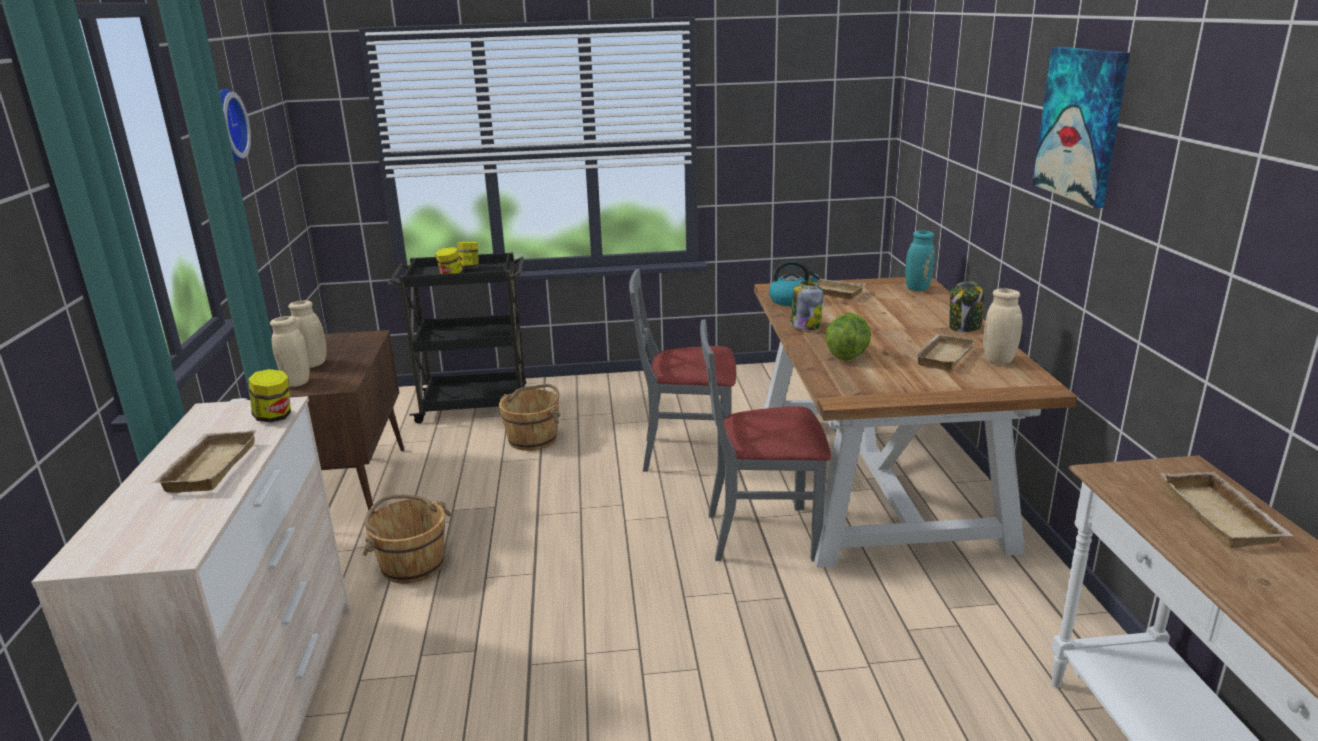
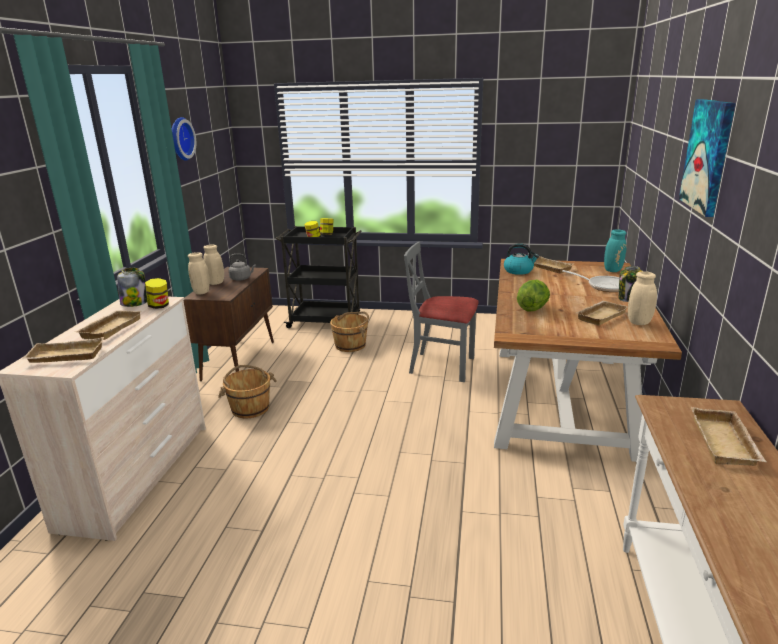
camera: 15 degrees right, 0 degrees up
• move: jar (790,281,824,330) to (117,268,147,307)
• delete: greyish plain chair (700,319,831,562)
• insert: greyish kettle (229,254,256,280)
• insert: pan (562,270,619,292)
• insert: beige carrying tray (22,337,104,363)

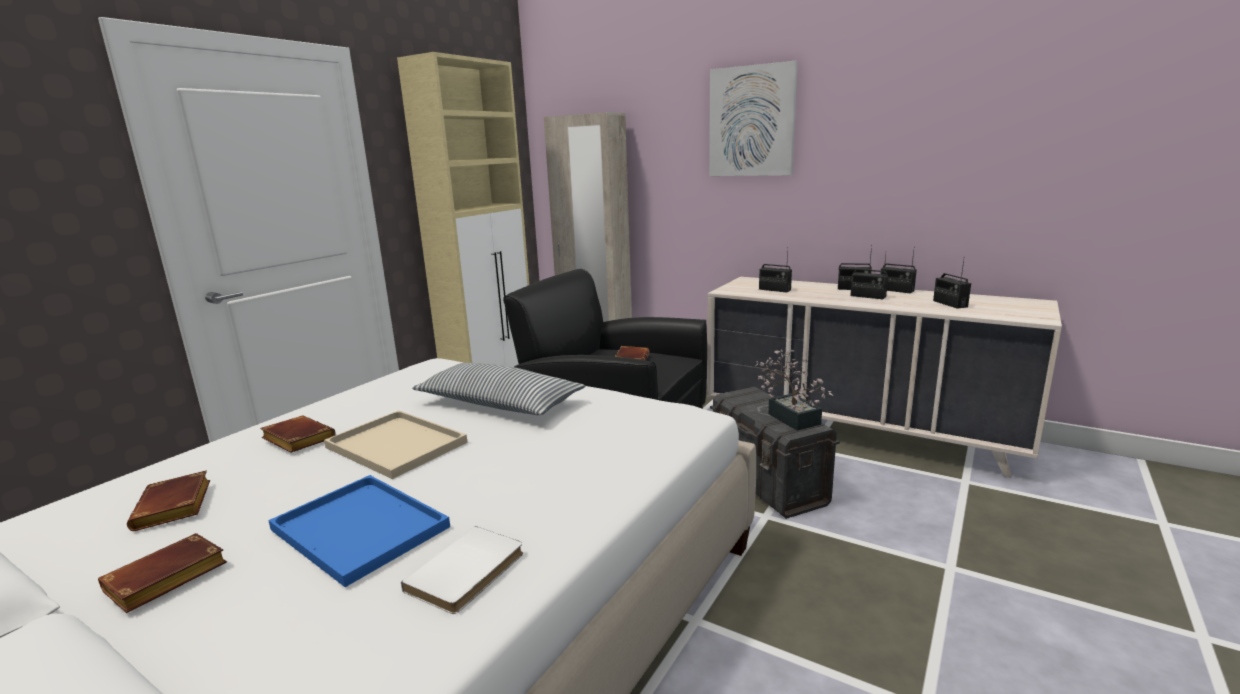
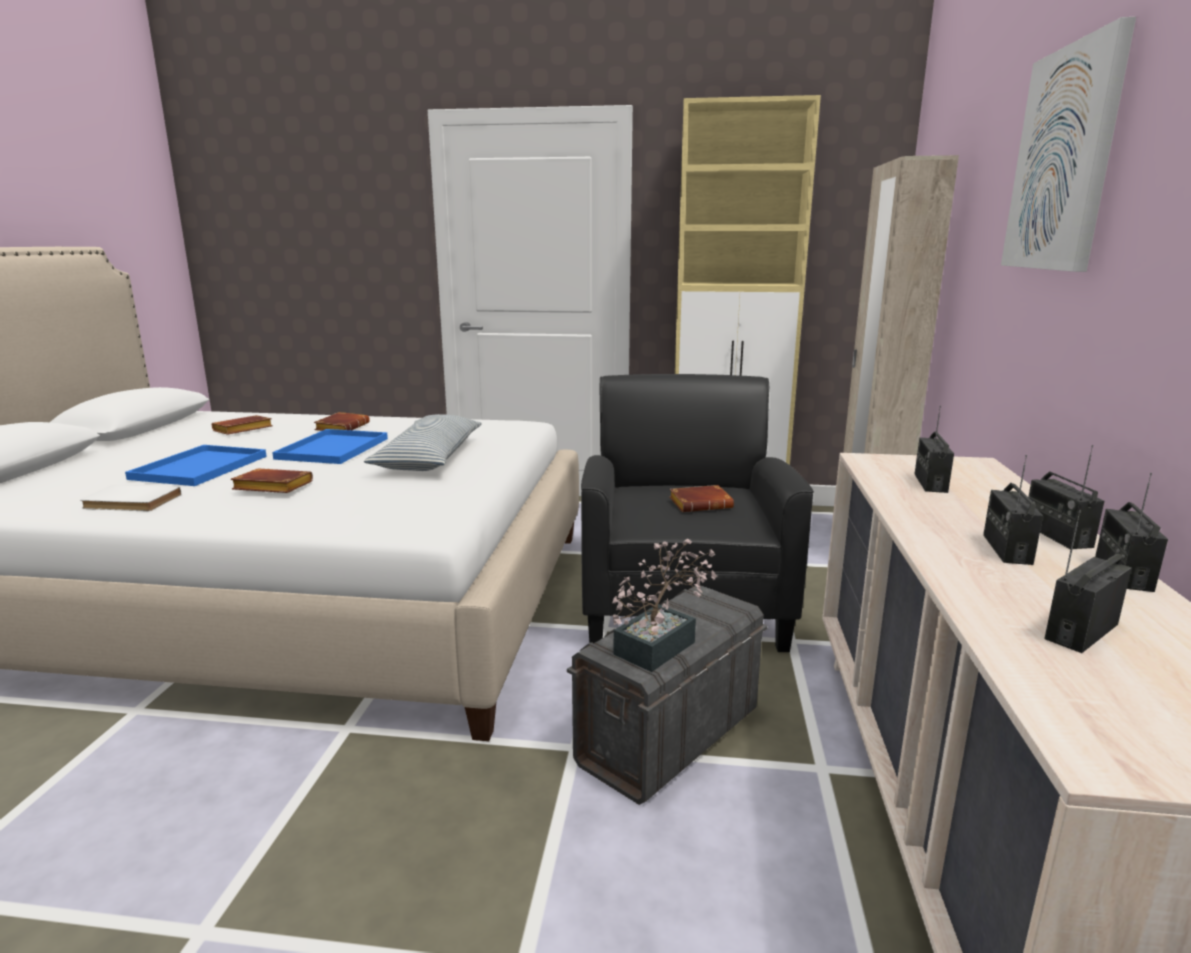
camera: 65 degrees right, 0 degrees up
• recolor: beige carrying tray (324,410,468,479) to blue-coloured carrying tray (272,429,388,464)
• move: brown bound book (98,533,227,613) to (231,468,313,493)

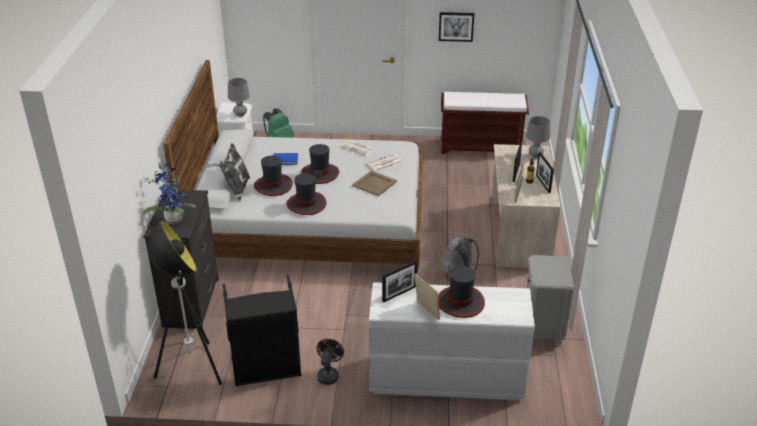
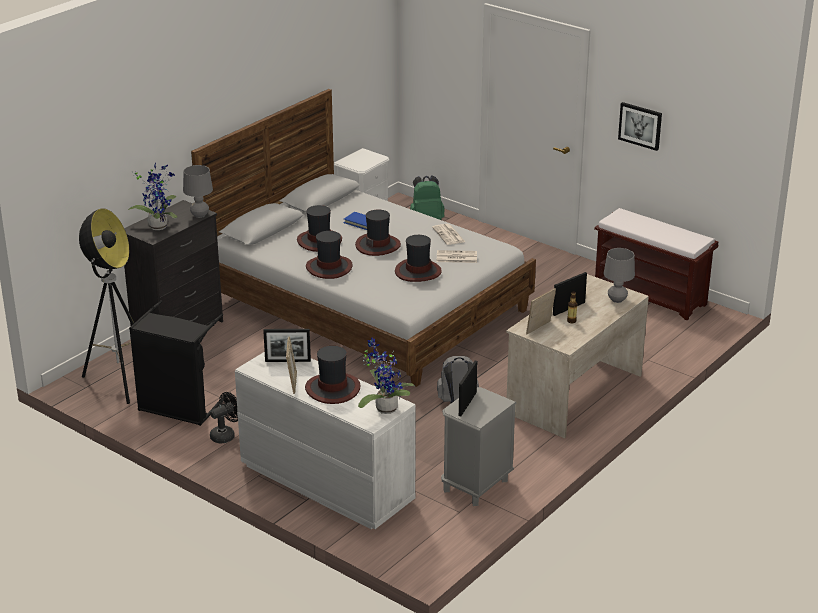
camera: 35 degrees right, 5 degrees down
• move: greyish tabletop lamp (228,78,250,117) to (183,165,213,218)
• delete: throw pillow (219,143,250,202)
• move: picture frame (536,152,554,193) to (459,361,477,416)
• replace: beige carrying tray (352,171,397,196) to wearable hat (395,235,442,282)
• insert: houseplant (358,337,415,414)

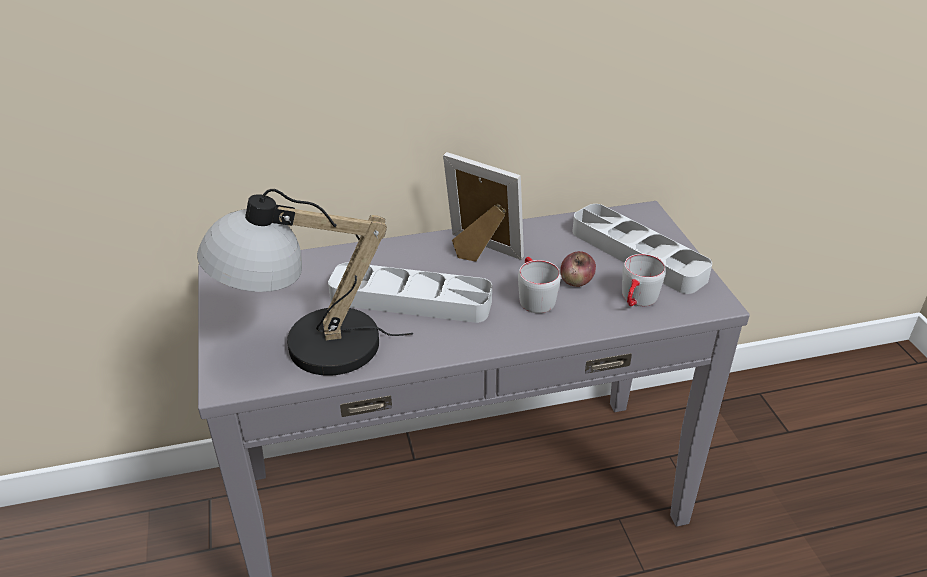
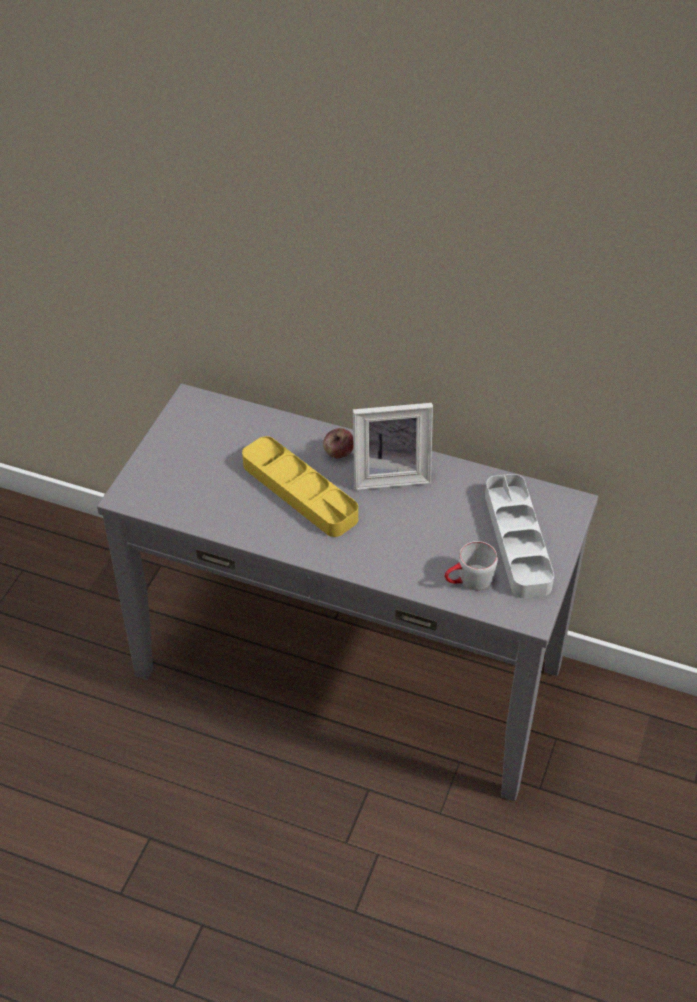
camera: 35 degrees right, 10 degrees up
• rotate: picture frame (443,152,524,262) = (353,403,433,490) 105 degrees clockwise
• delete: tabletop lamp (197,189,413,376)
• move: apple fruit (560,251,596,287) to (323,428,354,458)
• delete: greyish mug (518,257,561,313)
• recolor: greyish carrying tray (328,262,492,323) to yellow-coloured carrying tray (242,436,358,537)

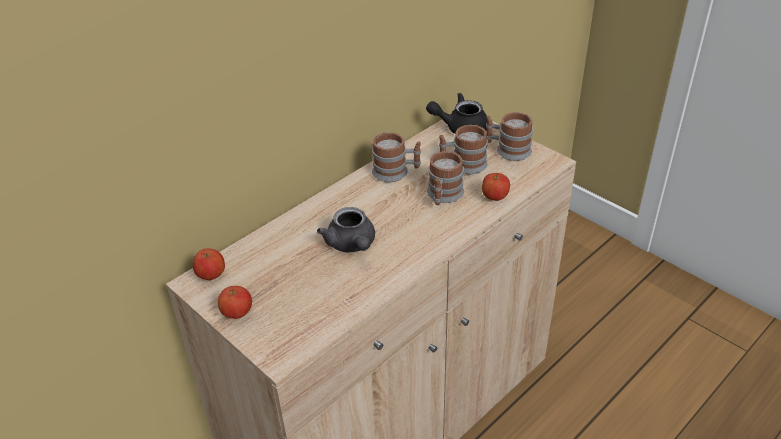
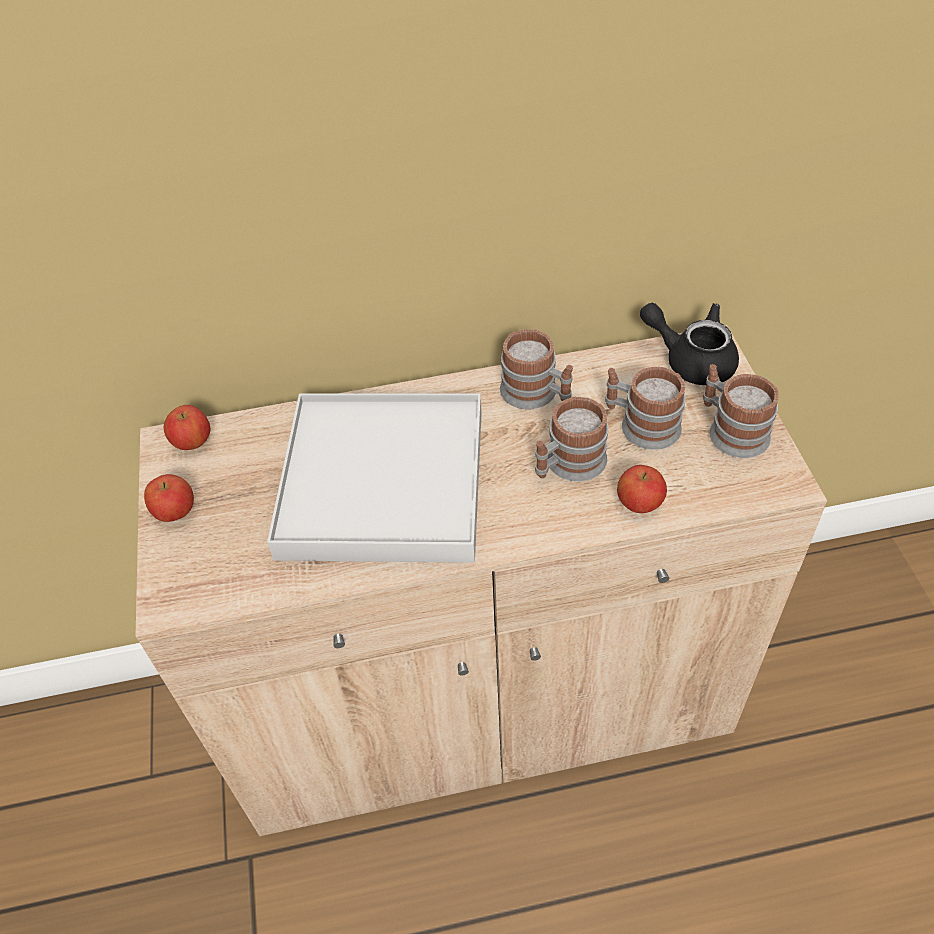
camera: 35 degrees right, 10 degrees up
• replace: greyish tea pot (317,207,375,253) to white-coloured carrying tray (267,393,482,563)

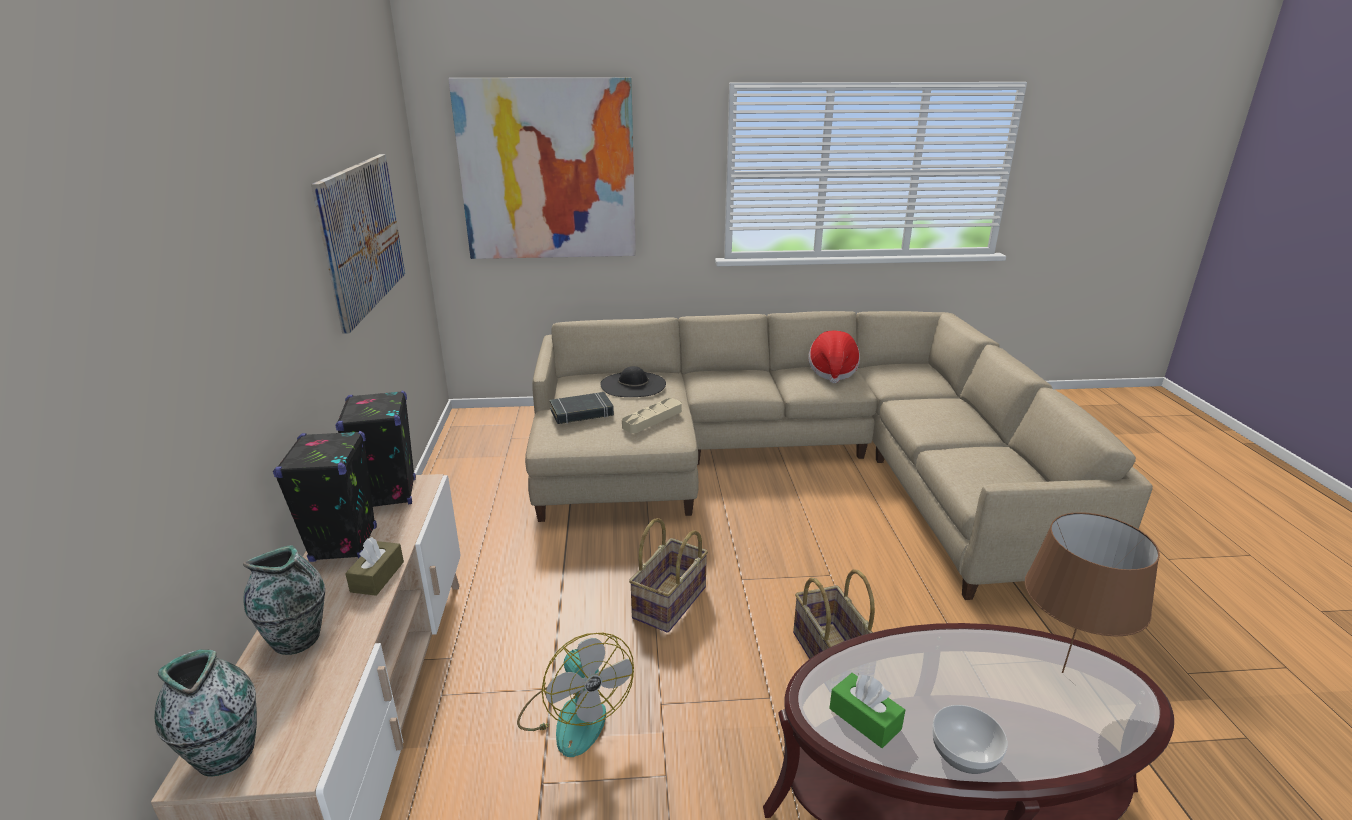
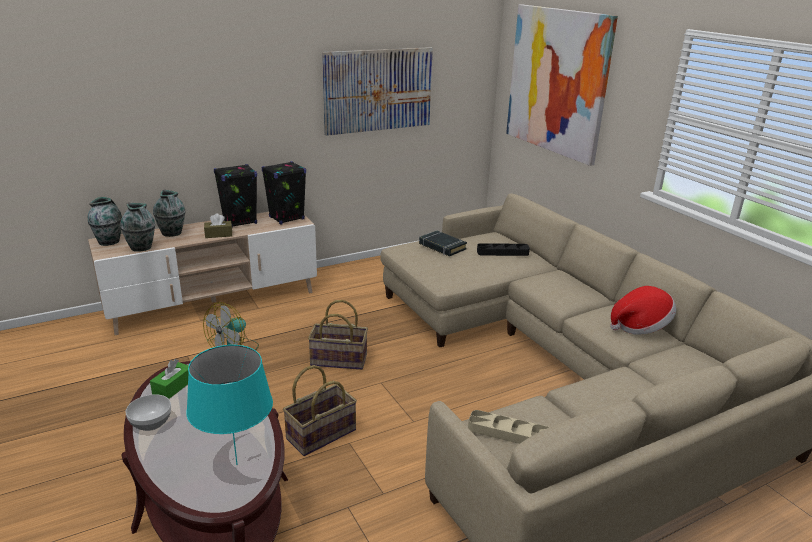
camera: 65 degrees right, 0 degrees up
• replace: blackish wearable hat (600,366,666,397) to blackish carrying tray (477,243,530,256)
• move: beige carrying tray (622,398,682,433) to (468,410,549,444)
• recolor: brown tabletop lamp (1025,512,1160,673) to turquoise tabletop lamp (186,345,273,465)
• insert: decorative vase (120,203,155,252)

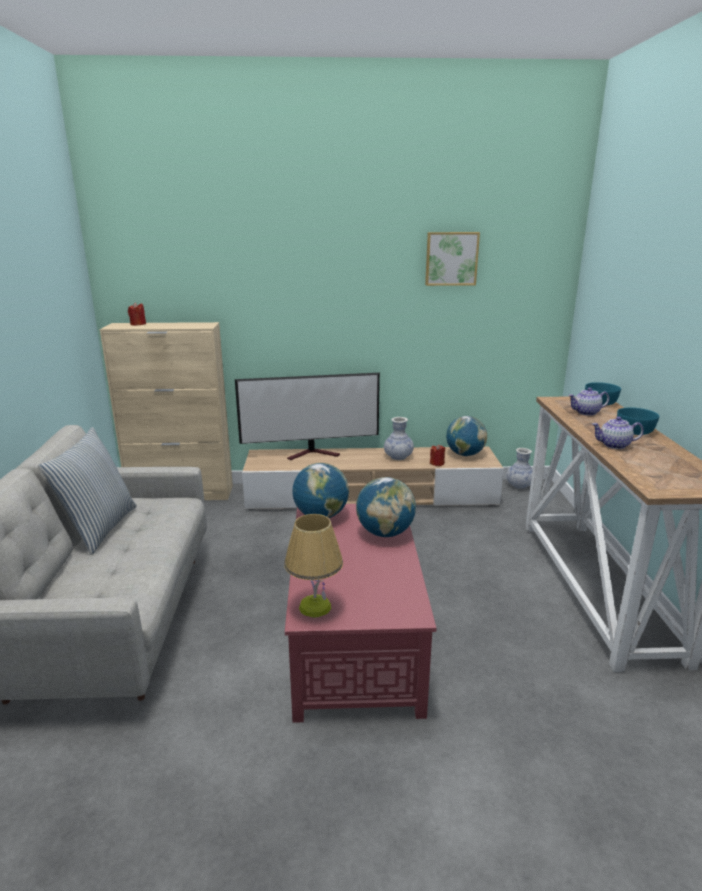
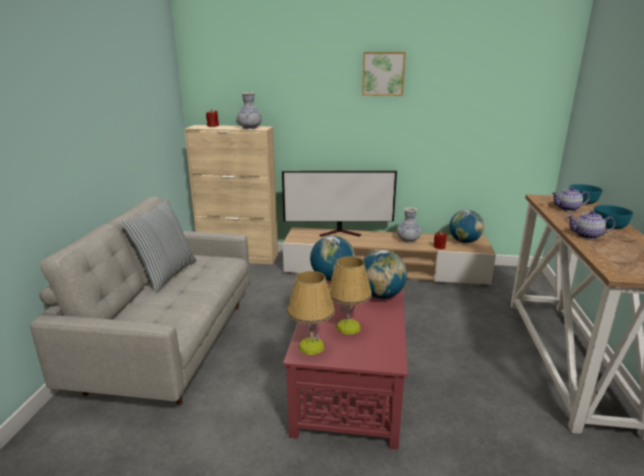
camera: 10 degrees right, 0 degrees up
• move: wall art (425,232,480,286) to (362,52,406,96)
• move: decorative vase (506,448,533,489) to (237,92,262,129)
• insert: tabletop lamp (329,256,372,335)

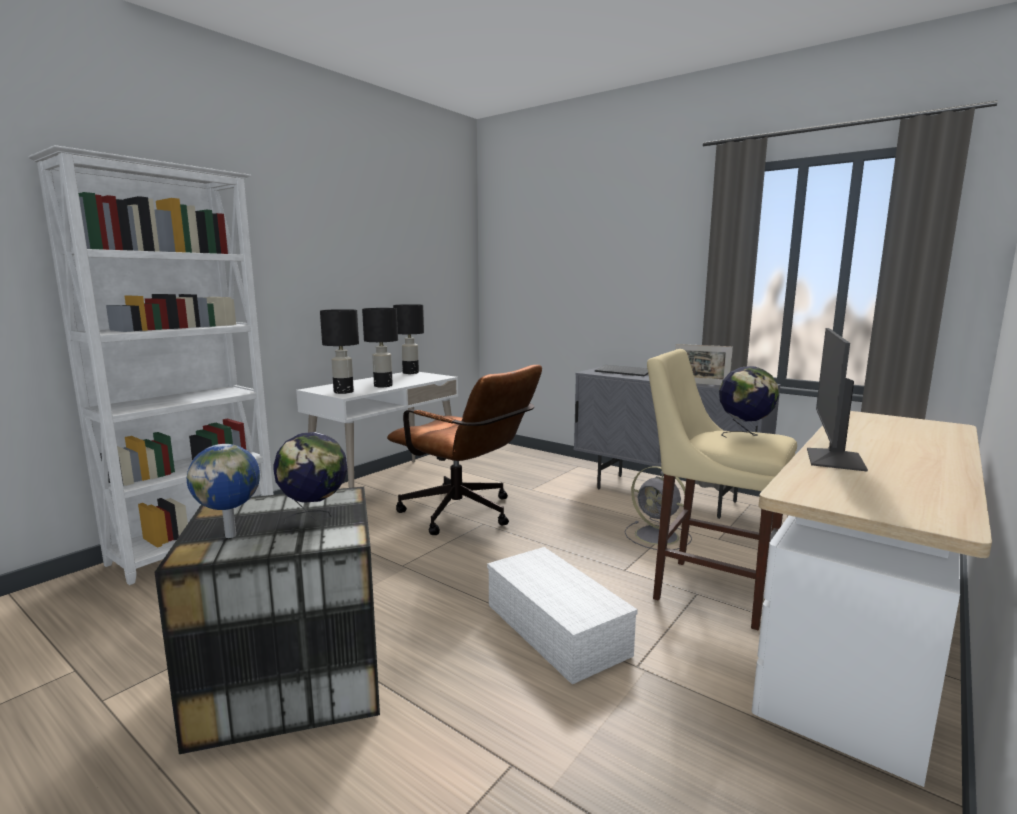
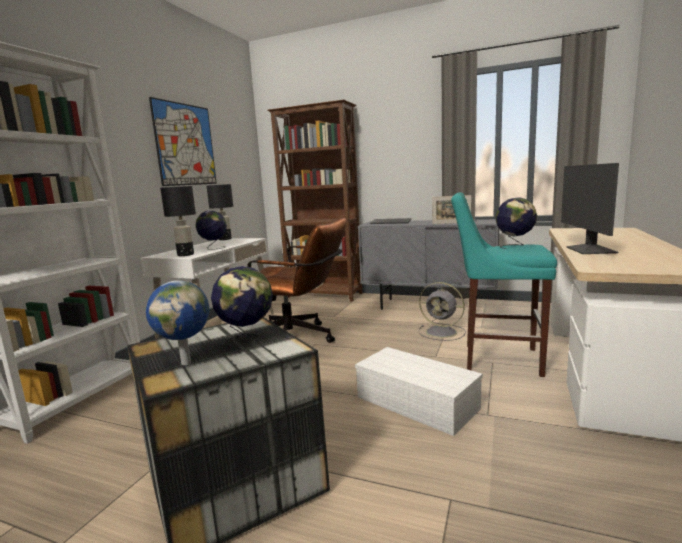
camera: 15 degrees left, 0 degrees up
• replace: blackish tabletop lamp (362,308,398,387) to world globe (196,211,227,250)
• recolor: beige stool seat (647,349,797,630) to turquoise stool seat (451,192,557,377)
• insert: wall art (149,97,217,186)
• insert: brown bookcase (267,100,362,302)

